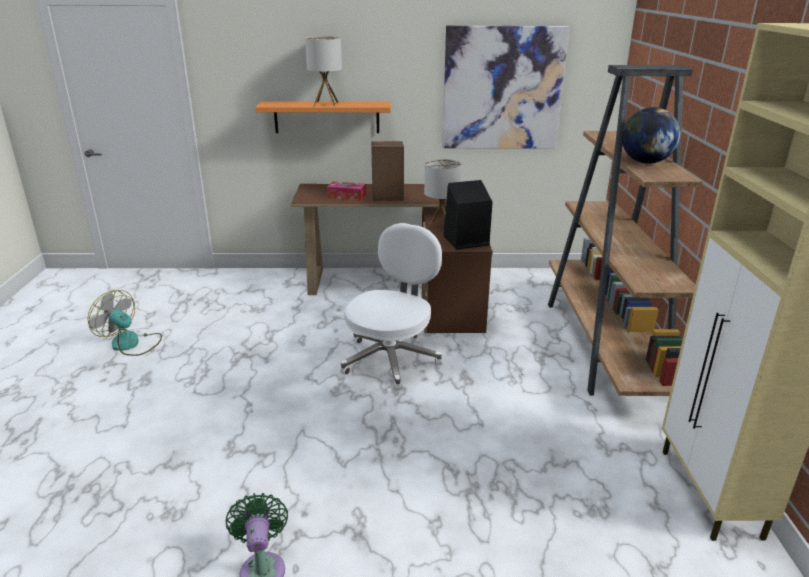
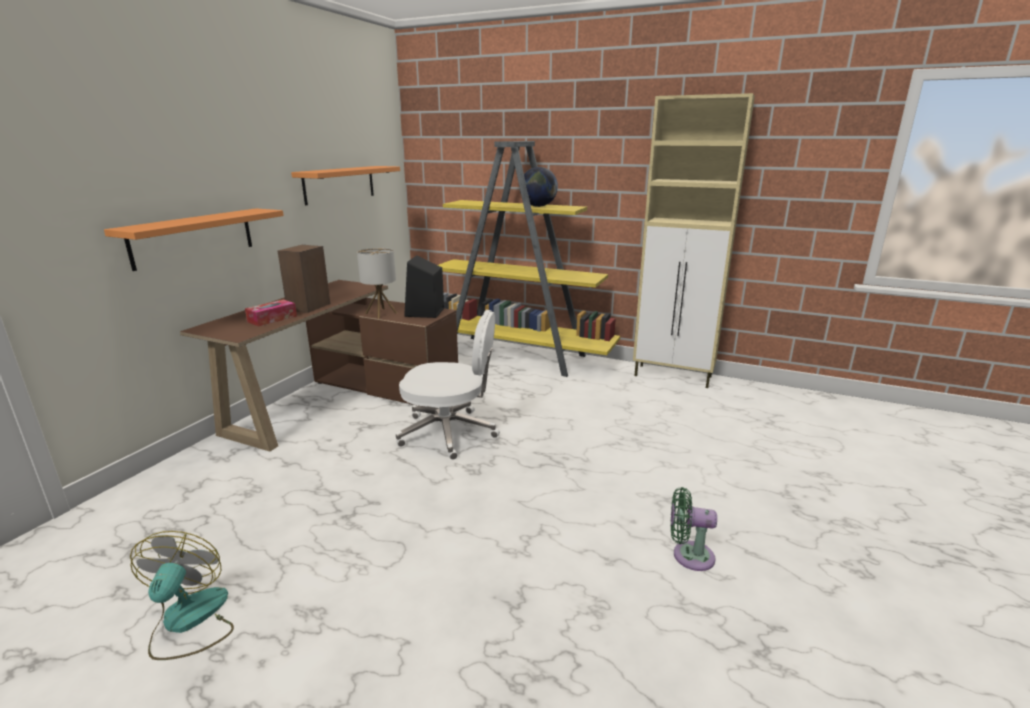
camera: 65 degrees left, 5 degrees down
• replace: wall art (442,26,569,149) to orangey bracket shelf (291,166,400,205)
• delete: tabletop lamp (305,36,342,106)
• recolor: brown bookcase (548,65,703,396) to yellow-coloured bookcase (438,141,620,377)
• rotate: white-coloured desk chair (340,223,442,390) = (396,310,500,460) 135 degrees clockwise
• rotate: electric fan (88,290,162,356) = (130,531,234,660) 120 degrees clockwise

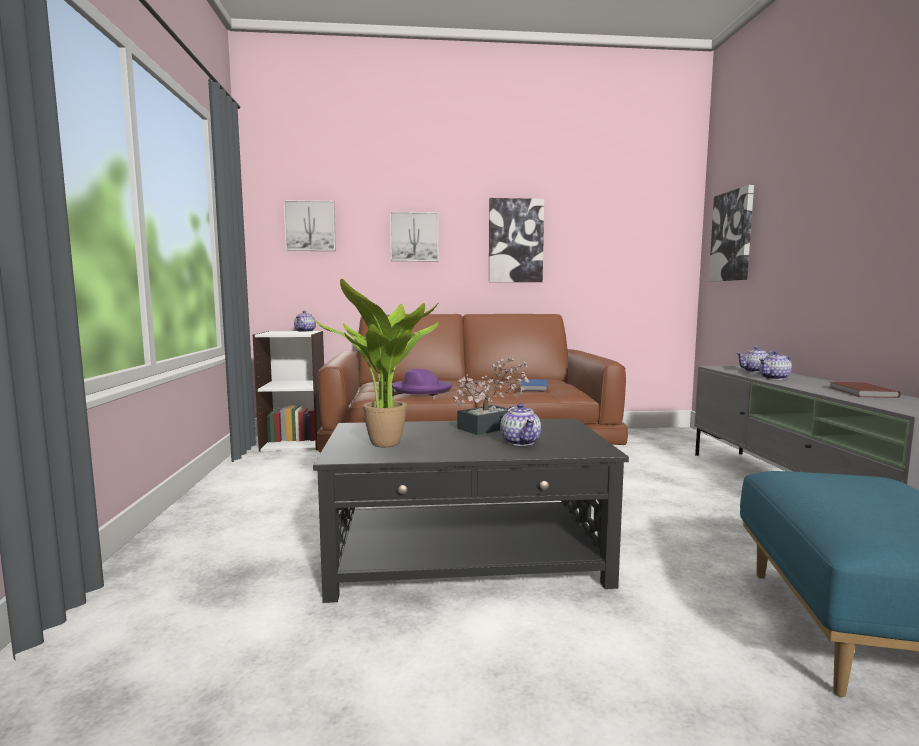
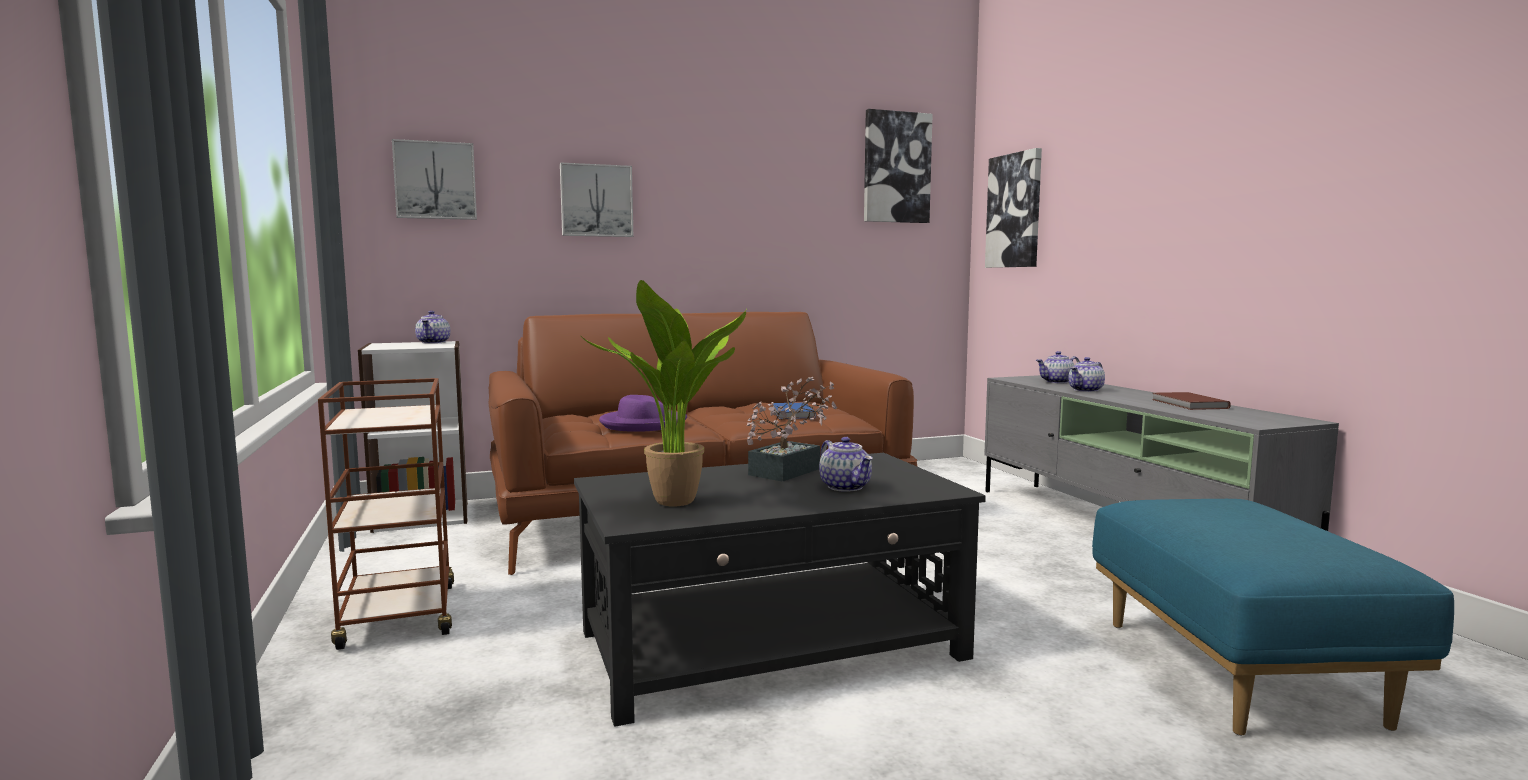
camera: 15 degrees left, 0 degrees up
• move: wall art (489,198,544,282) to (864,109,933,223)
• insert: brown wheeled cart (318,378,454,650)

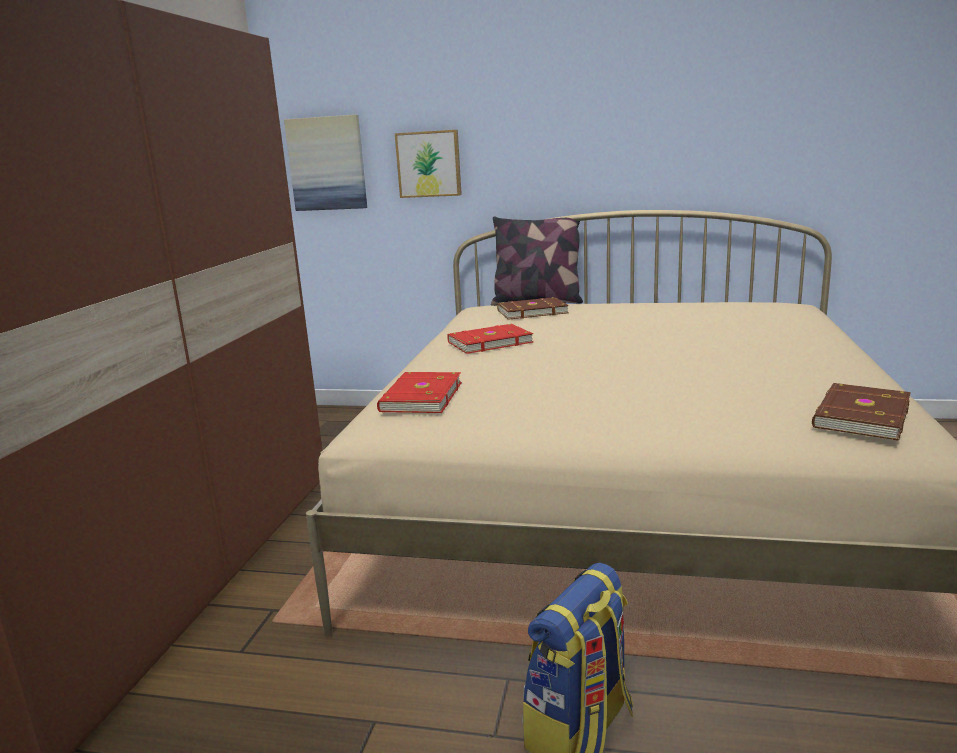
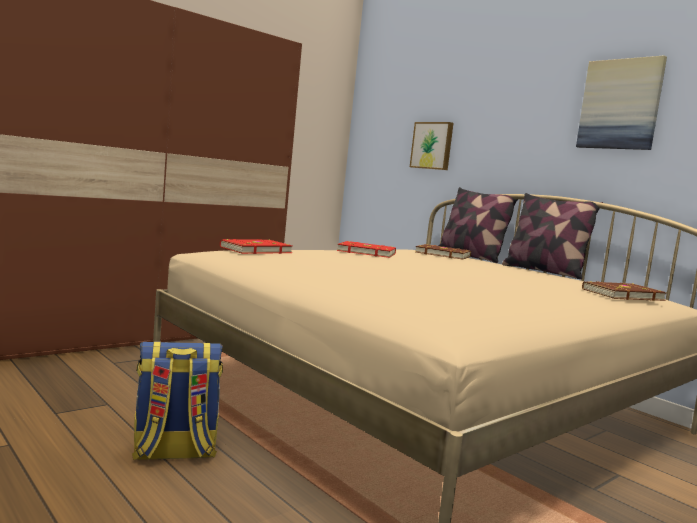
camera: 35 degrees right, 10 degrees down
• move: wall art (284,115,367,211) to (576,55,667,150)
• move: brown bound book (812,383,911,441) to (582,281,666,301)
• insert: throw pillow (502,193,603,279)

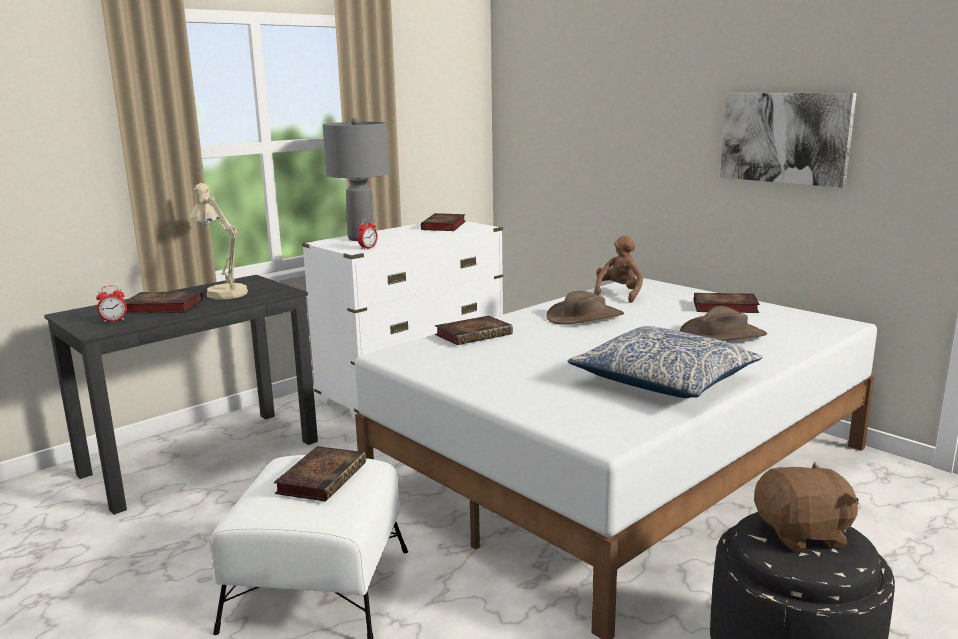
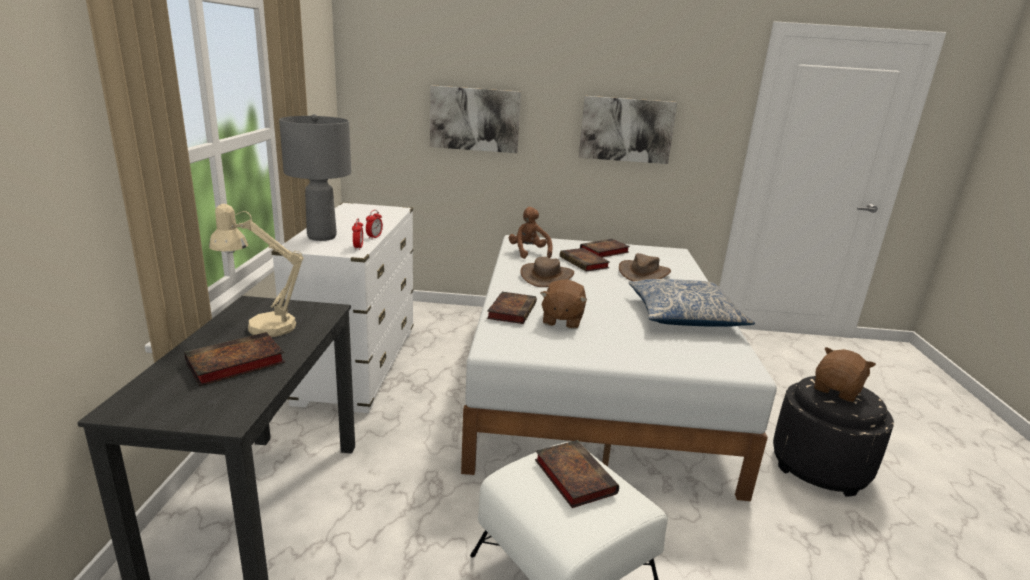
camera: 45 degrees left, 5 degrees up
• move: bound book (421,213,466,231) to (560,248,610,271)
• move: bedside clock (96,285,127,323) to (366,210,383,239)
• insert: wall art (430,85,521,153)
• insert: brown plush toy (540,279,587,329)

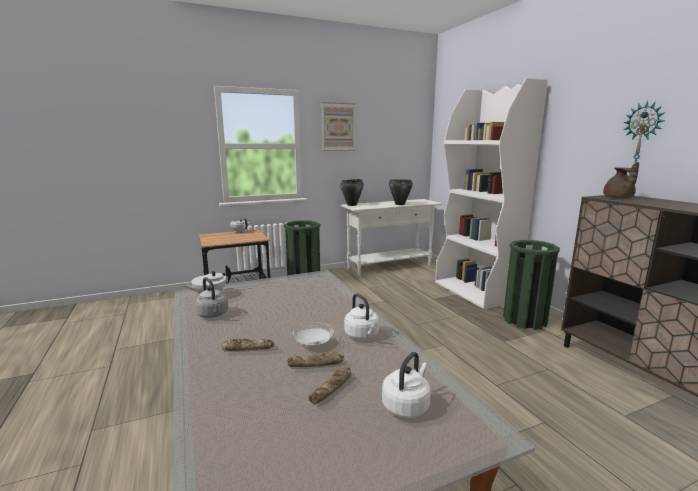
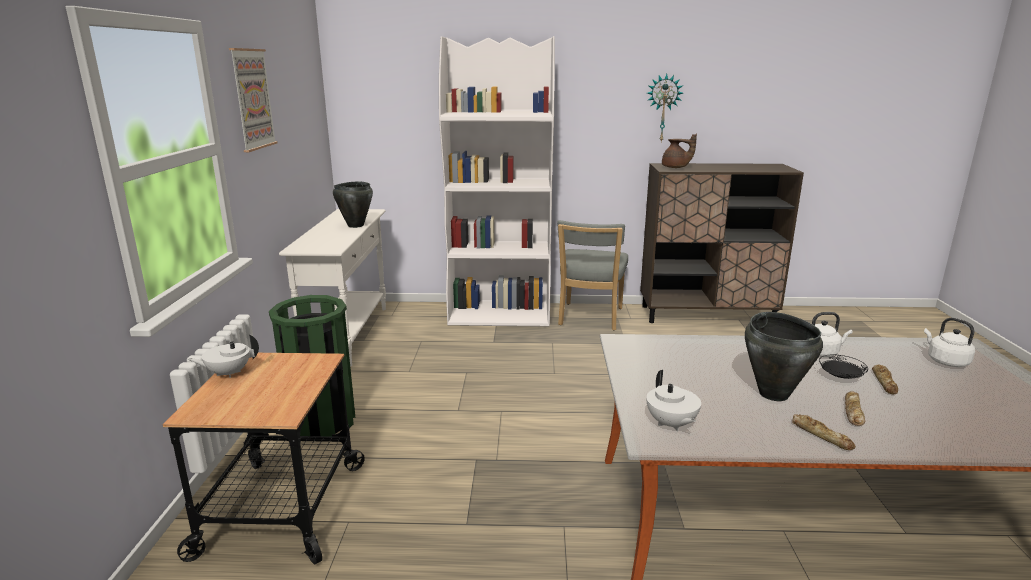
camera: 65 degrees left, 5 degrees up
• move: blackish cooking pot (340,179,364,206) to (745,312,823,401)
• replace: green-coloured trash can (503,240,560,330) to greyish plain chair (557,220,628,330)
• delete: greyish kettle (195,277,228,318)
• recolor: white-coloured plate (293,323,334,346) to blackish plate (819,355,868,379)
• move: bread (309,367,352,404) to (792,414,856,450)

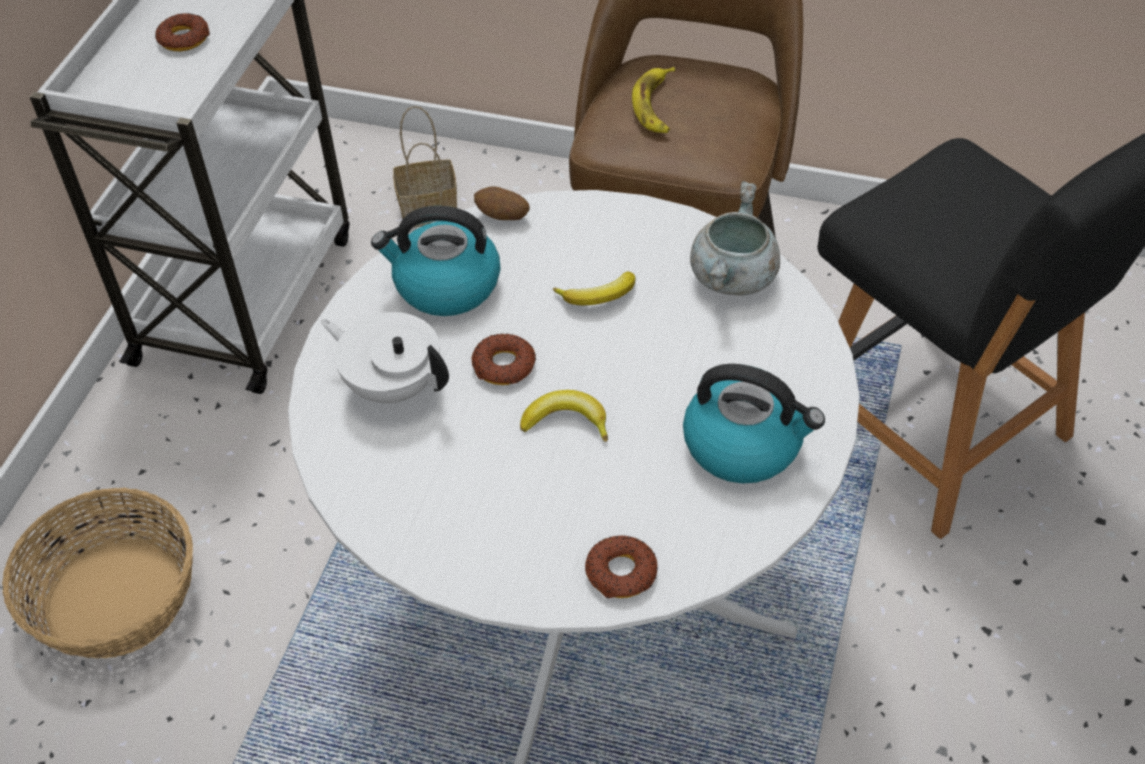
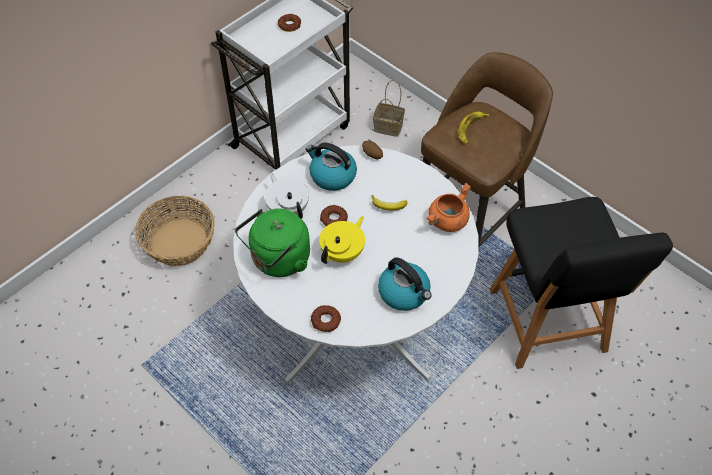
camera: 25 degrees right, 5 degrees up
• recolor: greyish cooking pot (690,181,780,296) to orangey cooking pot (426,183,471,232)
• replace: banana (520,390,608,442) to yellow-coloured tea pot (319,216,365,264)
• insert: green-coloured kettle (235,209,310,277)

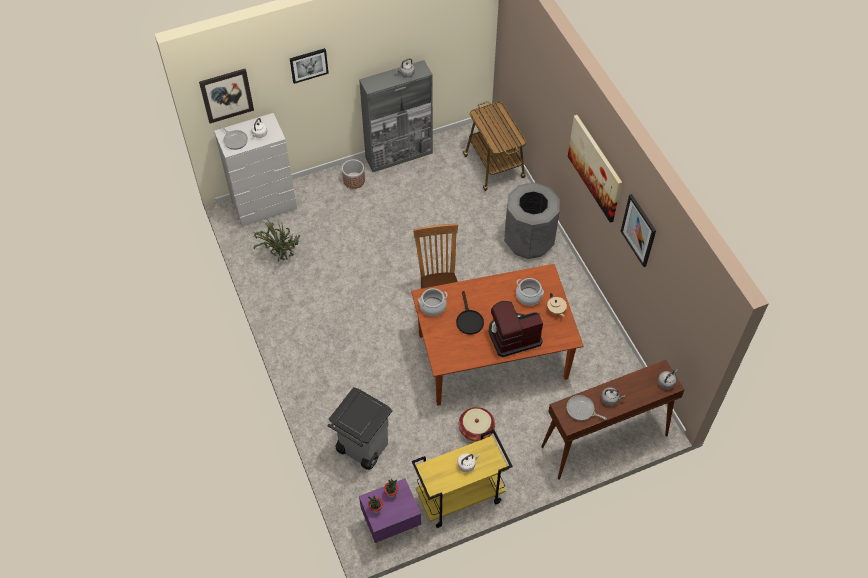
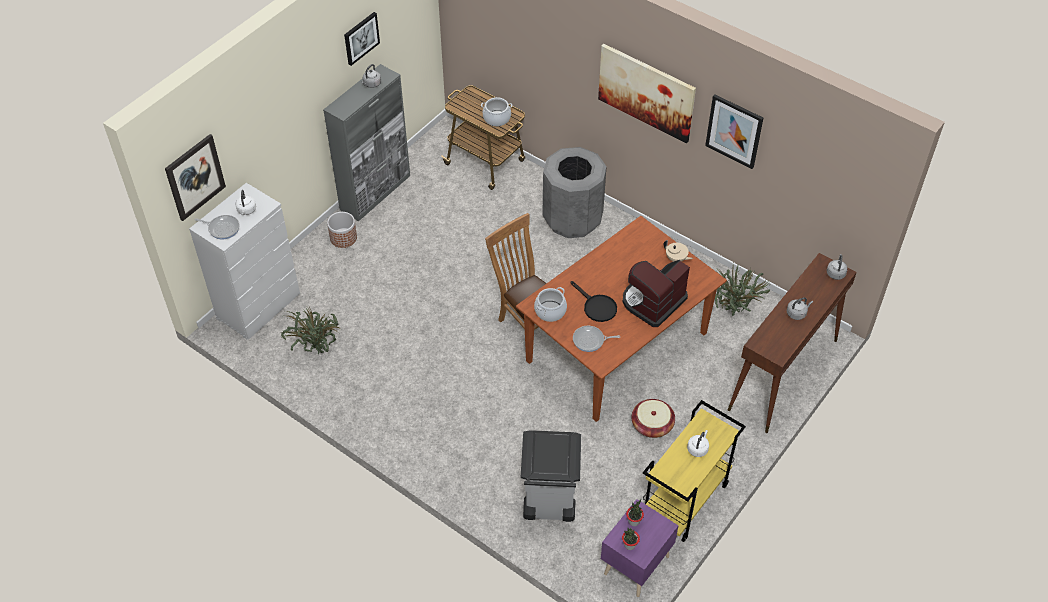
camera: 30 degrees left, 5 degrees down
• move: wall art (290,48,329,84) to (344,12,380,66)
• move: cooking pot (516,278,544,306) to (481,97,512,126)
• move: pan (567,395,607,421) to (573,326,621,352)
• insert: houseplant (715,263,770,316)

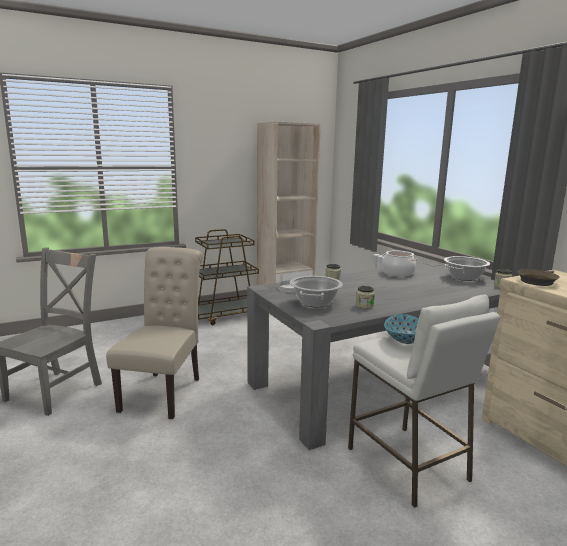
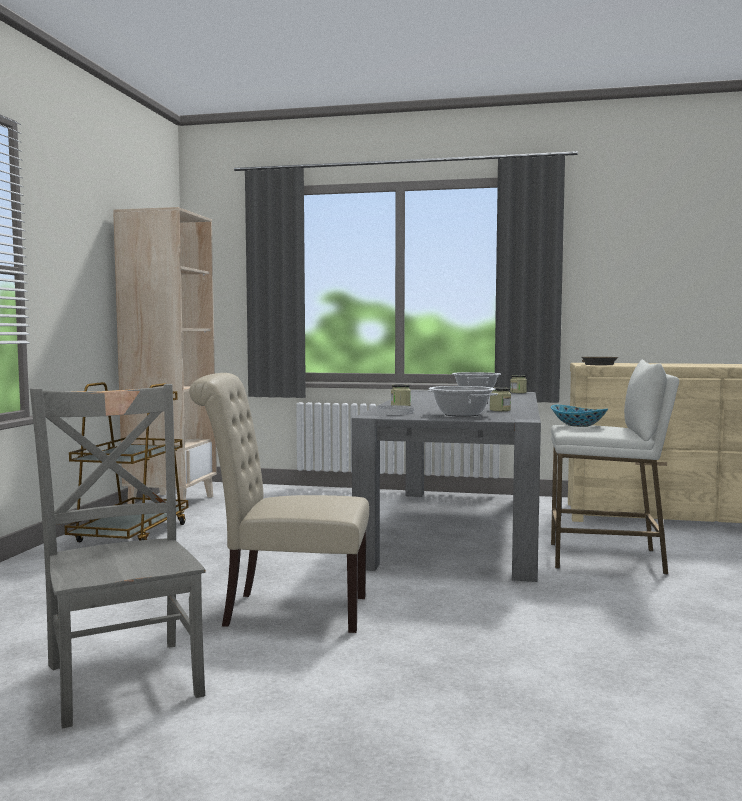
camera: 50 degrees left, 10 degrees down
• rotate: beige plain chair (106,247,203,419) = (189,373,369,633) 45 degrees counterclockwise
• delete: cooking pot (382,250,417,277)

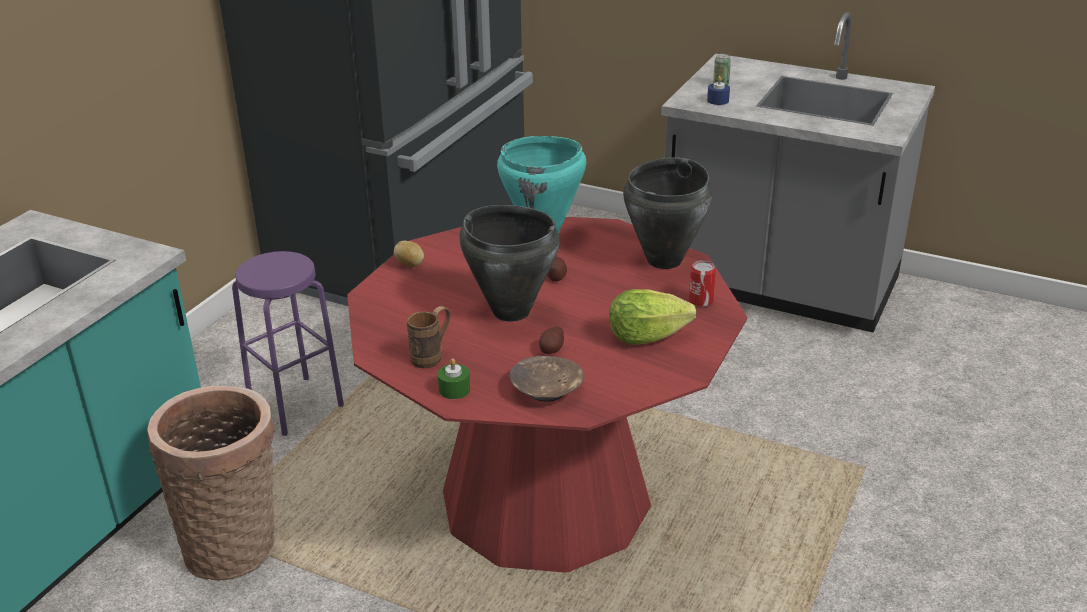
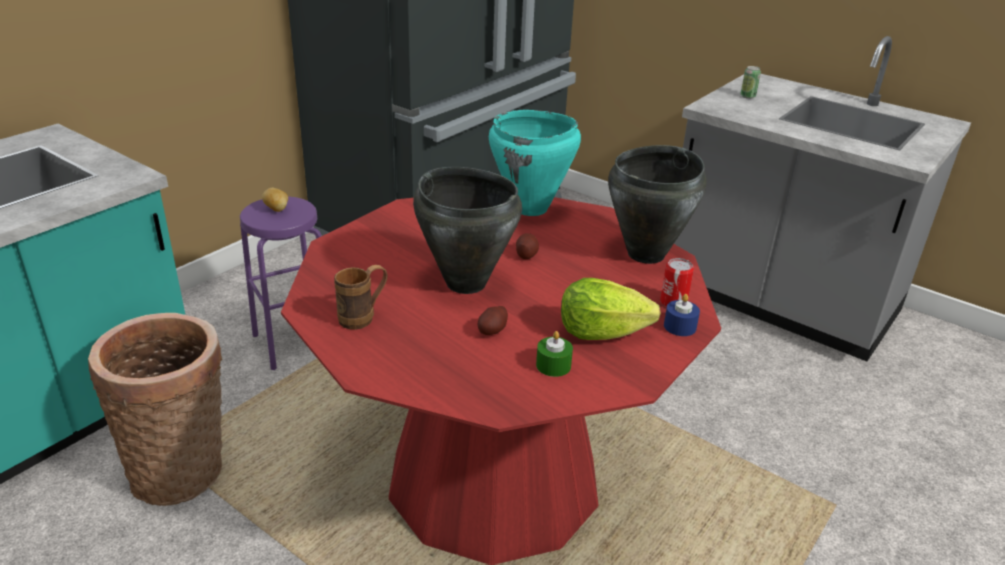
camera: 10 degrees right, 0 degrees up
• move: blue-coloured candle (707,76,730,105) to (664,294,700,336)
• move: spud (394,241,424,267) to (262,188,288,212)
• delete: brown bowl (510,356,584,402)
• move: green-coloured candle (438,358,470,399) to (536,331,573,377)

